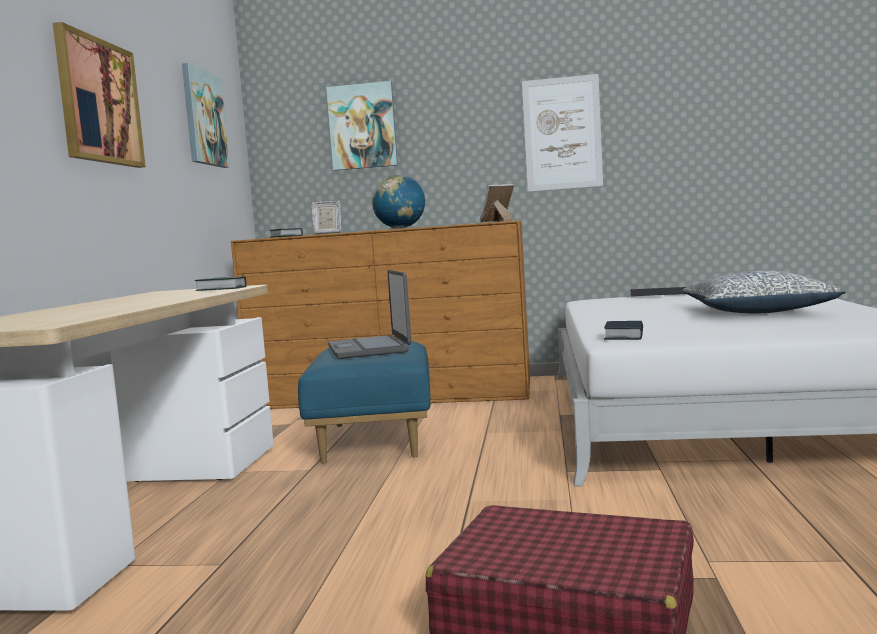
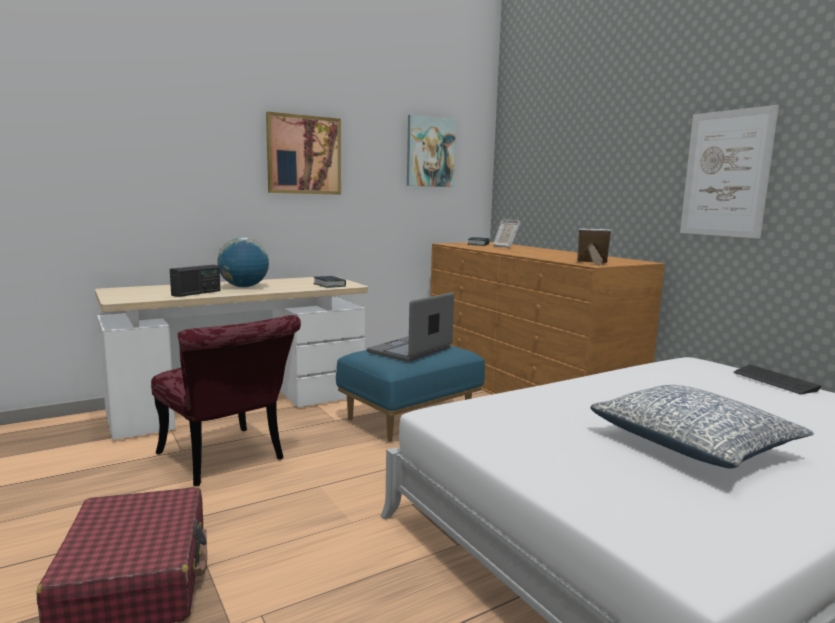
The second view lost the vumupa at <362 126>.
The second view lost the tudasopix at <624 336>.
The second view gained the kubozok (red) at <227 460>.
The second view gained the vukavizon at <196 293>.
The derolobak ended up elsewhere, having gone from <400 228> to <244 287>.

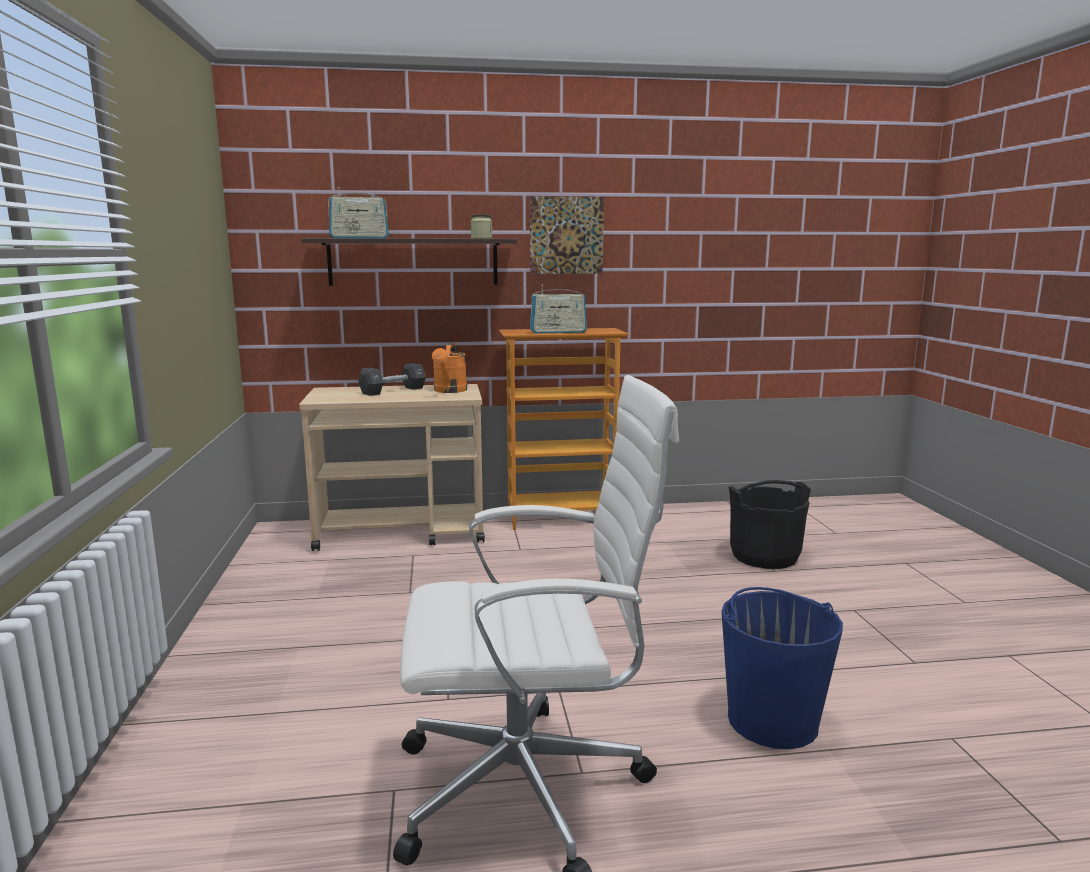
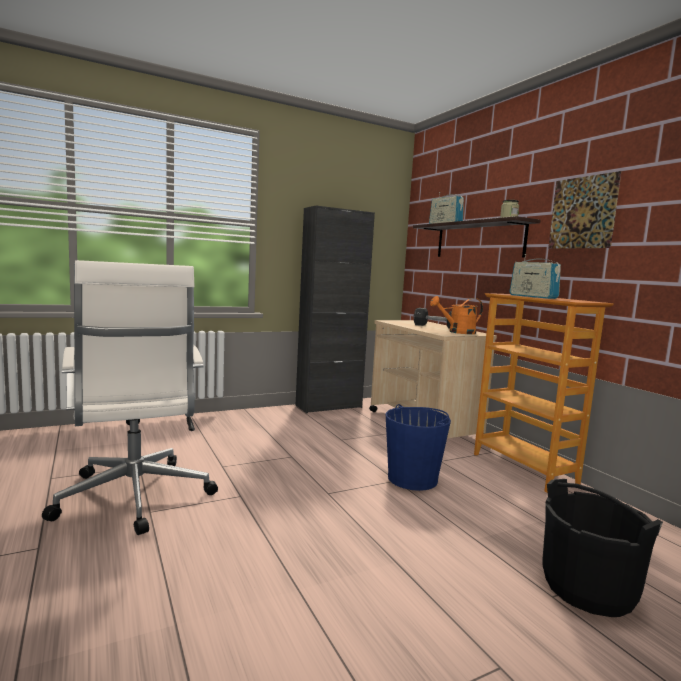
The second view gained the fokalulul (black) at <328 406>.
The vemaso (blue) ended up elsewhere, having gone from <772 720> to <413 479>.

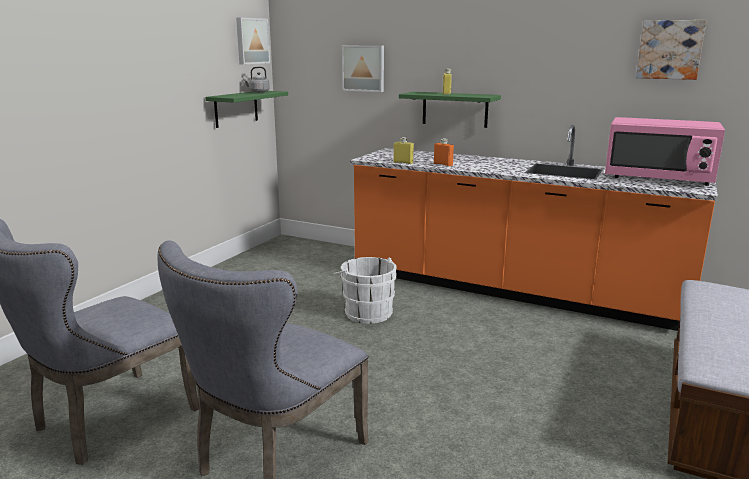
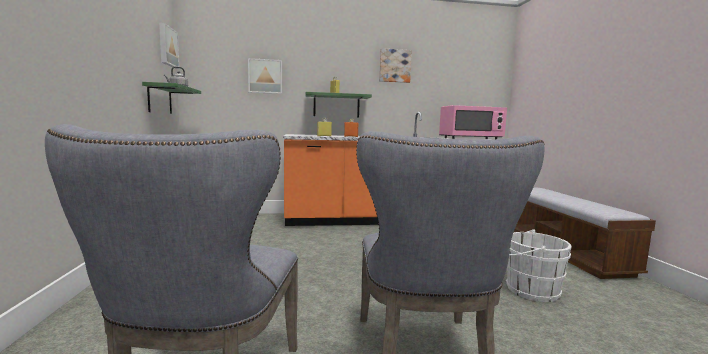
The vemaso (white) ended up elsewhere, having gone from <366 312> to <528 290>.
The vumupa ended up elsewhere, having gone from <670 49> to <394 66>.

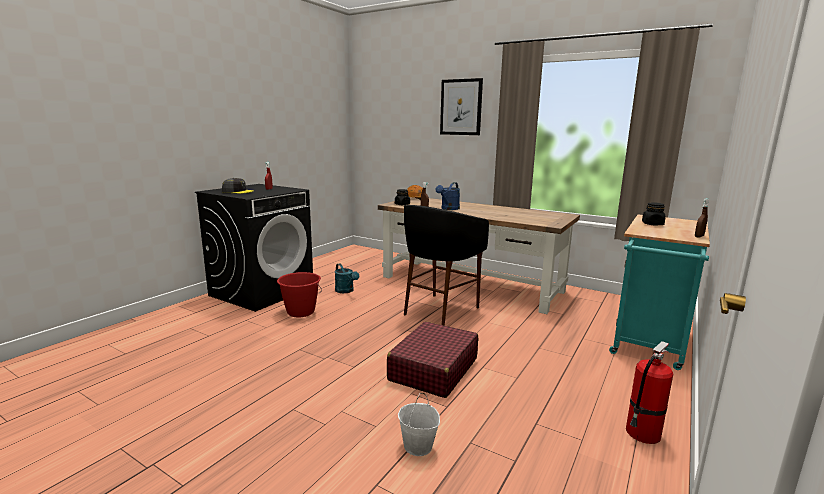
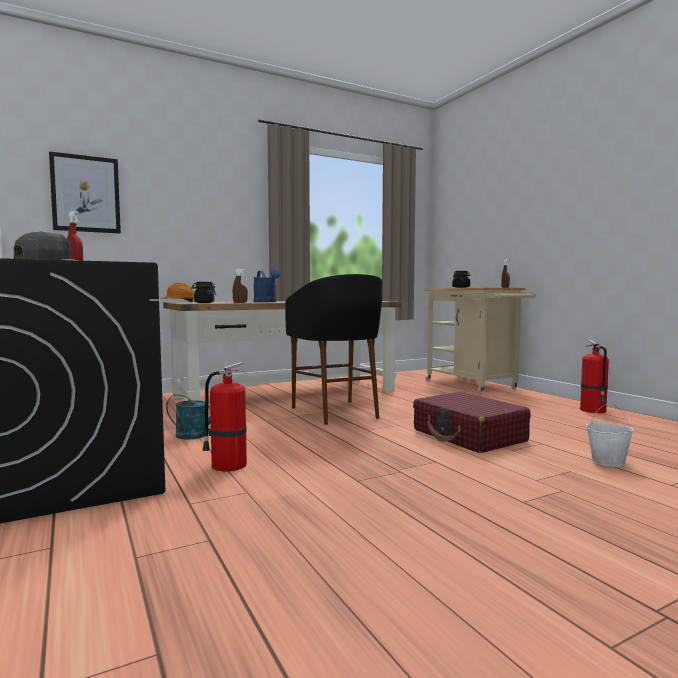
The vumupa ended up elsewhere, having gone from <461 107> to <85 194>.
Where the vemaso (red) stood at <300 312>, the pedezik came to stand at <227 465>.
What was the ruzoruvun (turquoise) at <649 344> turned into the ruzoruvun (beige) at <474 385>.

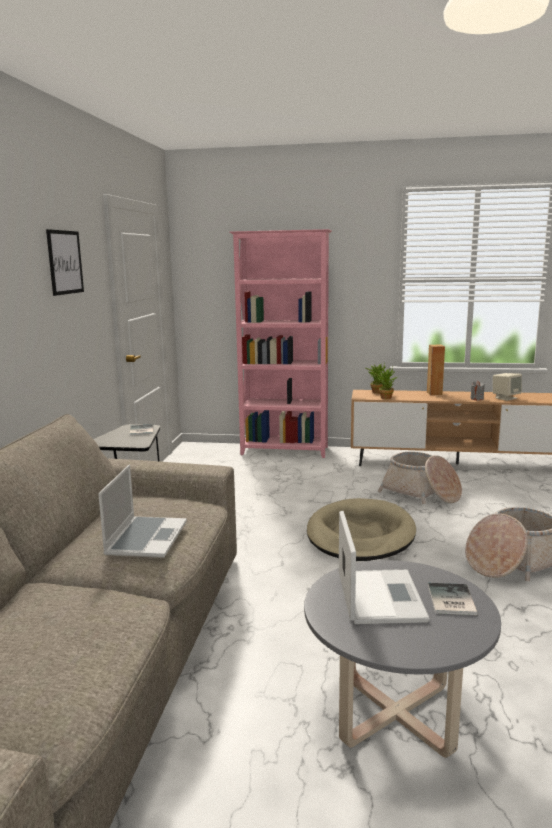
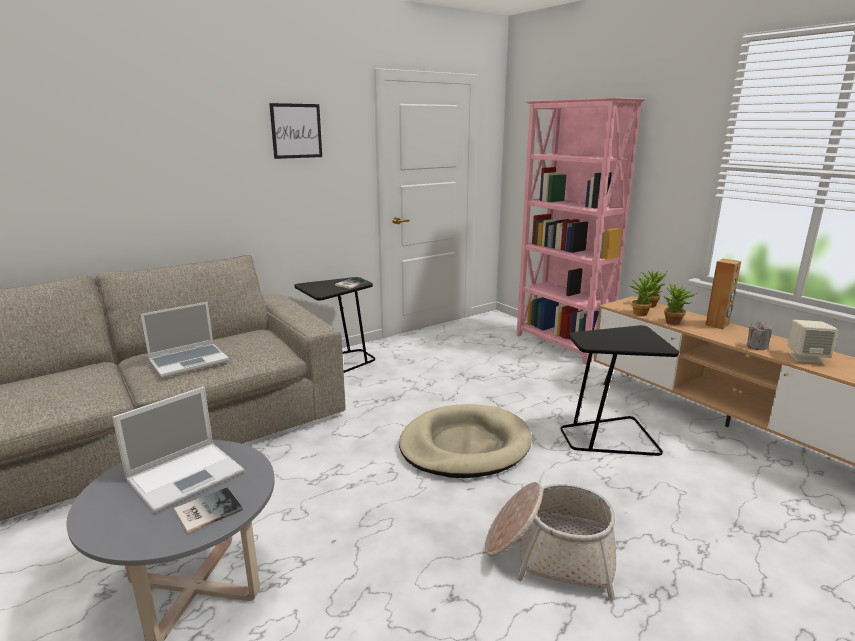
The second view gained the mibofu at <675 323>.
Where the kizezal stood at <421 493>, the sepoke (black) came to stand at <609 437>.

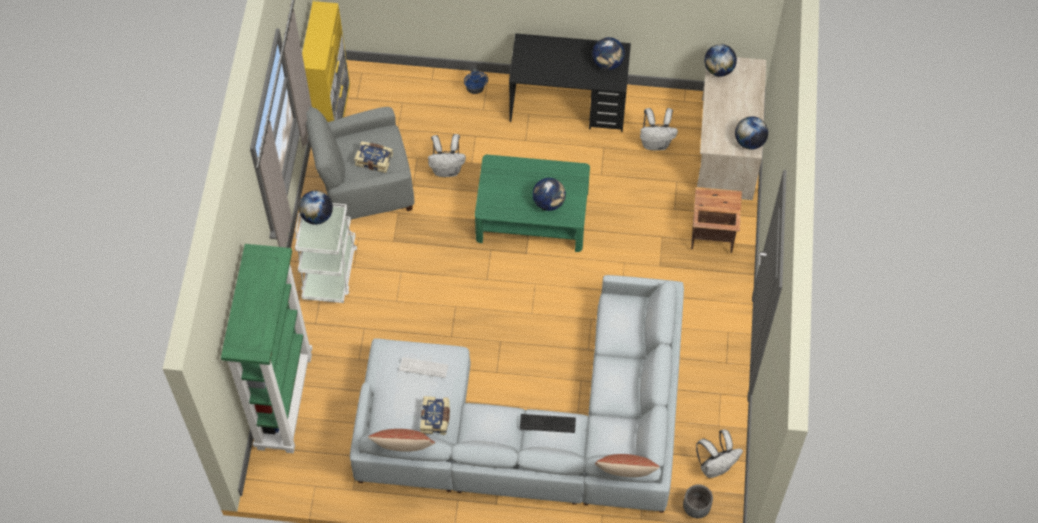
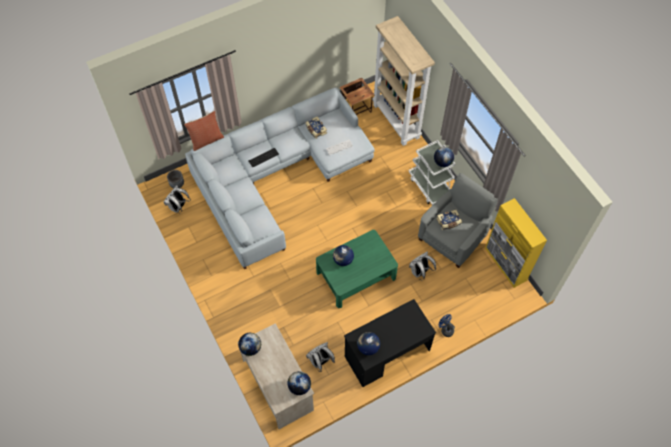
The second view lost the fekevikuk at <403 451>.
The sepoke ended up elsewhere, having gone from <711 236> to <356 109>.
What was the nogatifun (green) at <284 400> turned into the nogatifun (beige) at <397 121>.

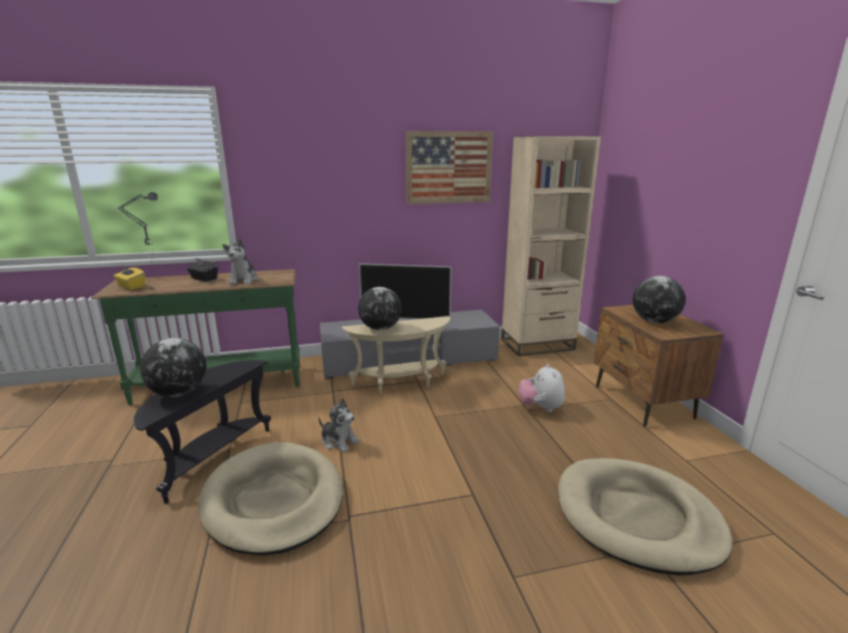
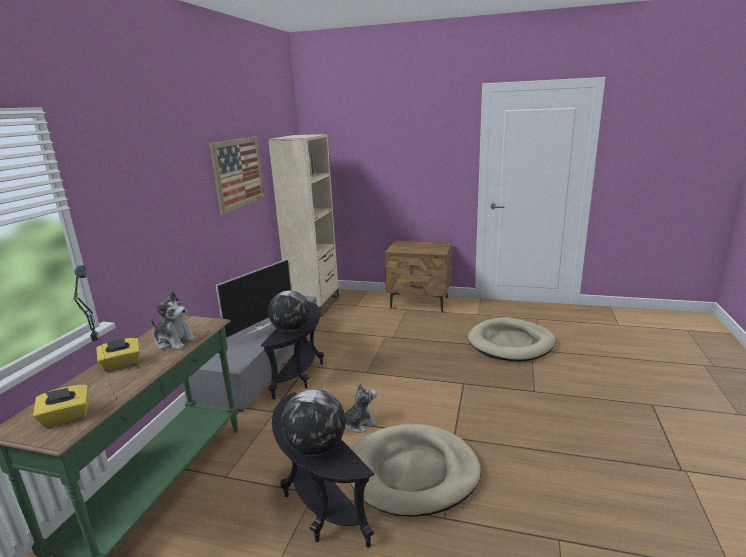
The second view lost the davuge at <540 408>.
The second view lost the derolobak at <654 322>.
What was the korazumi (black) at <204 279> turned into the korazumi (yellow) at <121 364>.
What was the sepoke (beige) at <401 384> turned into the sepoke (black) at <302 374>.

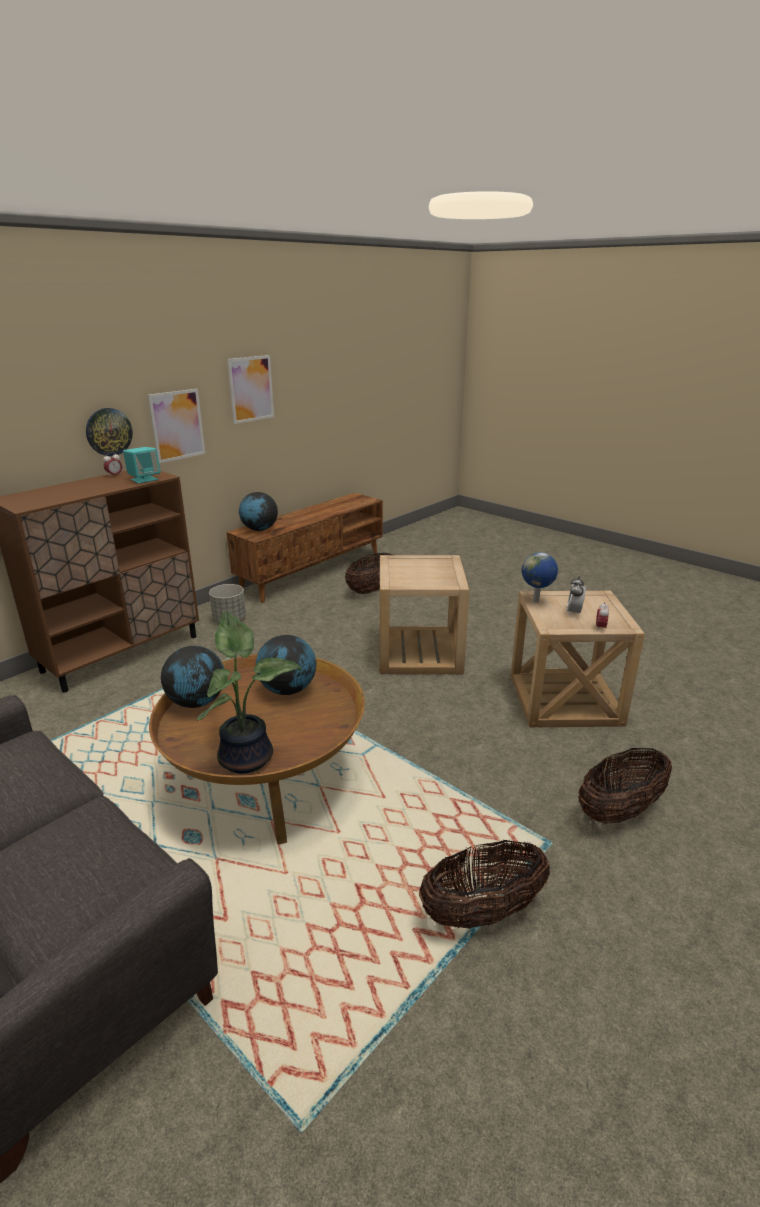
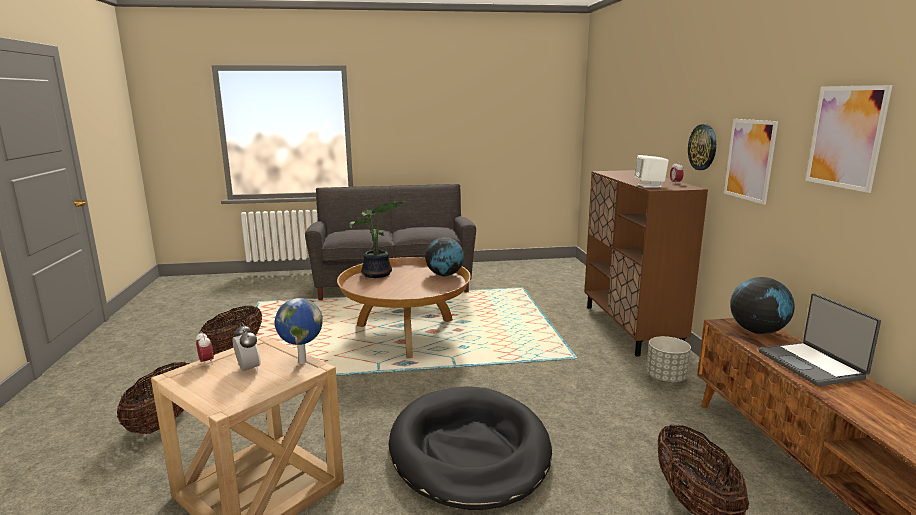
The second view lost the derolobak at <288 690>.
The second view gained the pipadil at <812 365>.
Where the sepoke (beige) stood at <419 652>, the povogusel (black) came to stand at <469 451>.
What was the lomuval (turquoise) at <144 479> turned into the lomuval (white) at <649 186>.

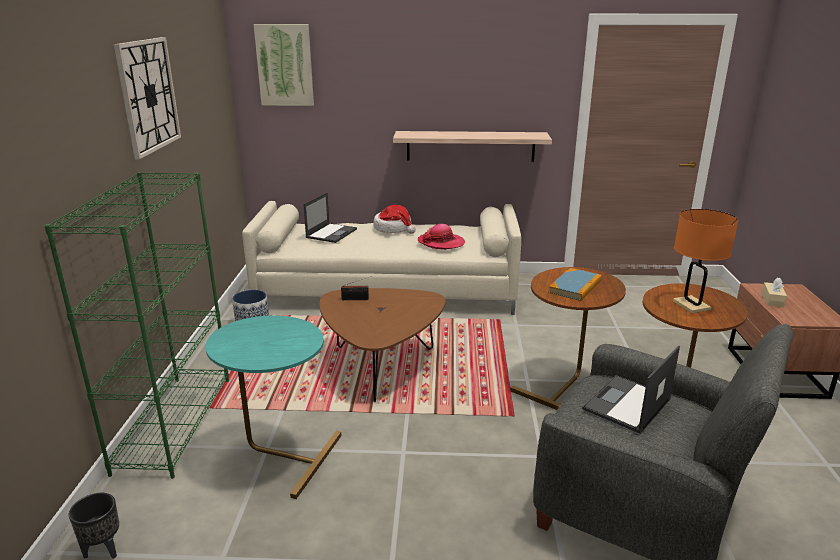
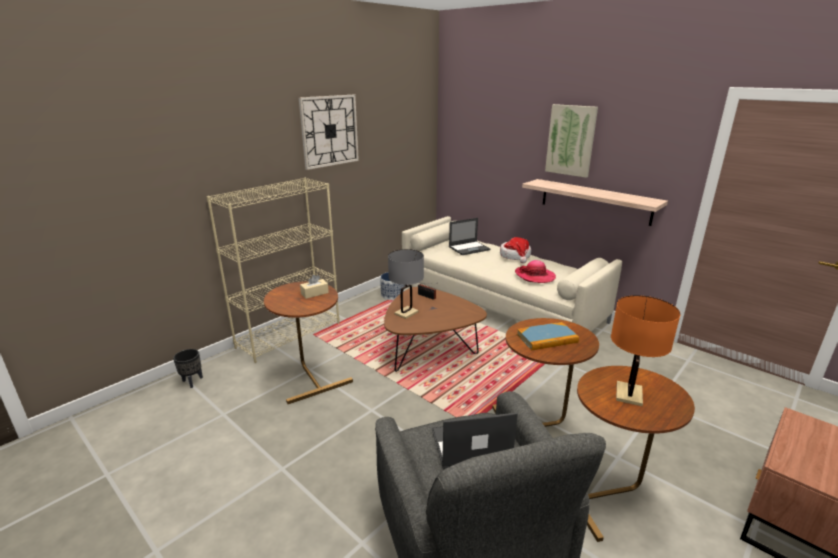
The second view gained the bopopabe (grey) at <406 313>.
The vumupa ended up elsewhere, having gone from <285 65> to <571 140>.
The korazumi (beige) ended up elsewhere, having gone from <772 300> to <314 293>.
What was the nogatifun (green) at <175 423> turned into the nogatifun (beige) at <289 335>.
What was the sepoke (turquoise) at <280 455> turned into the sepoke (brown) at <310 376>.

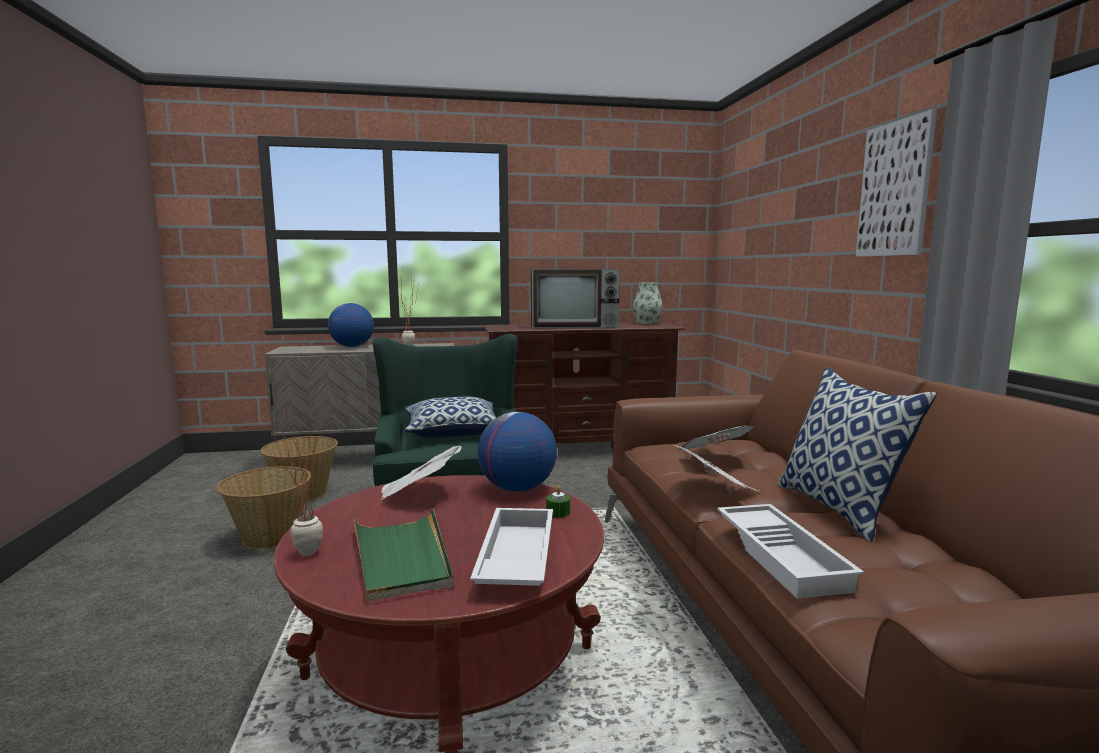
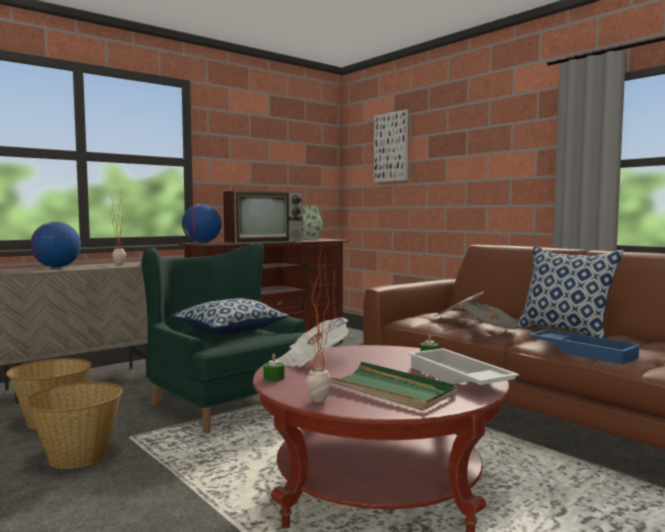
The second view gained the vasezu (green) at <274 378>.
The derolobak ended up elsewhere, having gone from <517 489> to <202 242>.
The vumupa ended up elsewhere, having gone from <895 189> to <391 147>.
What was the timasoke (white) at <783 556> turned into the timasoke (blue) at <584 352>.

